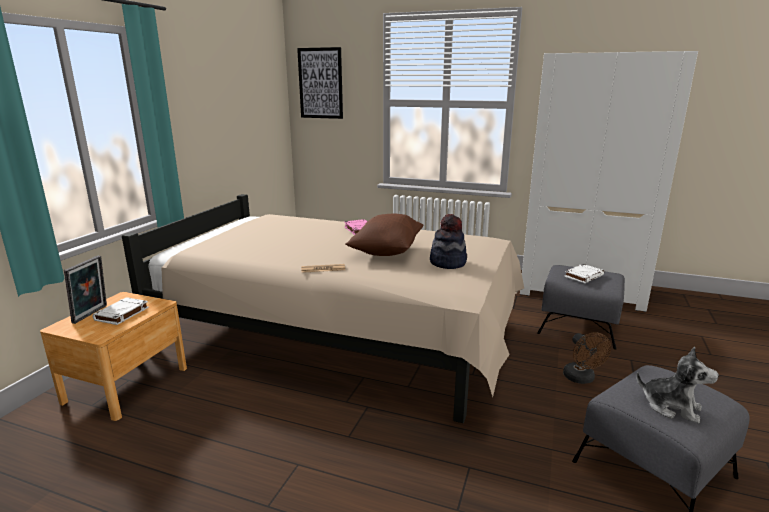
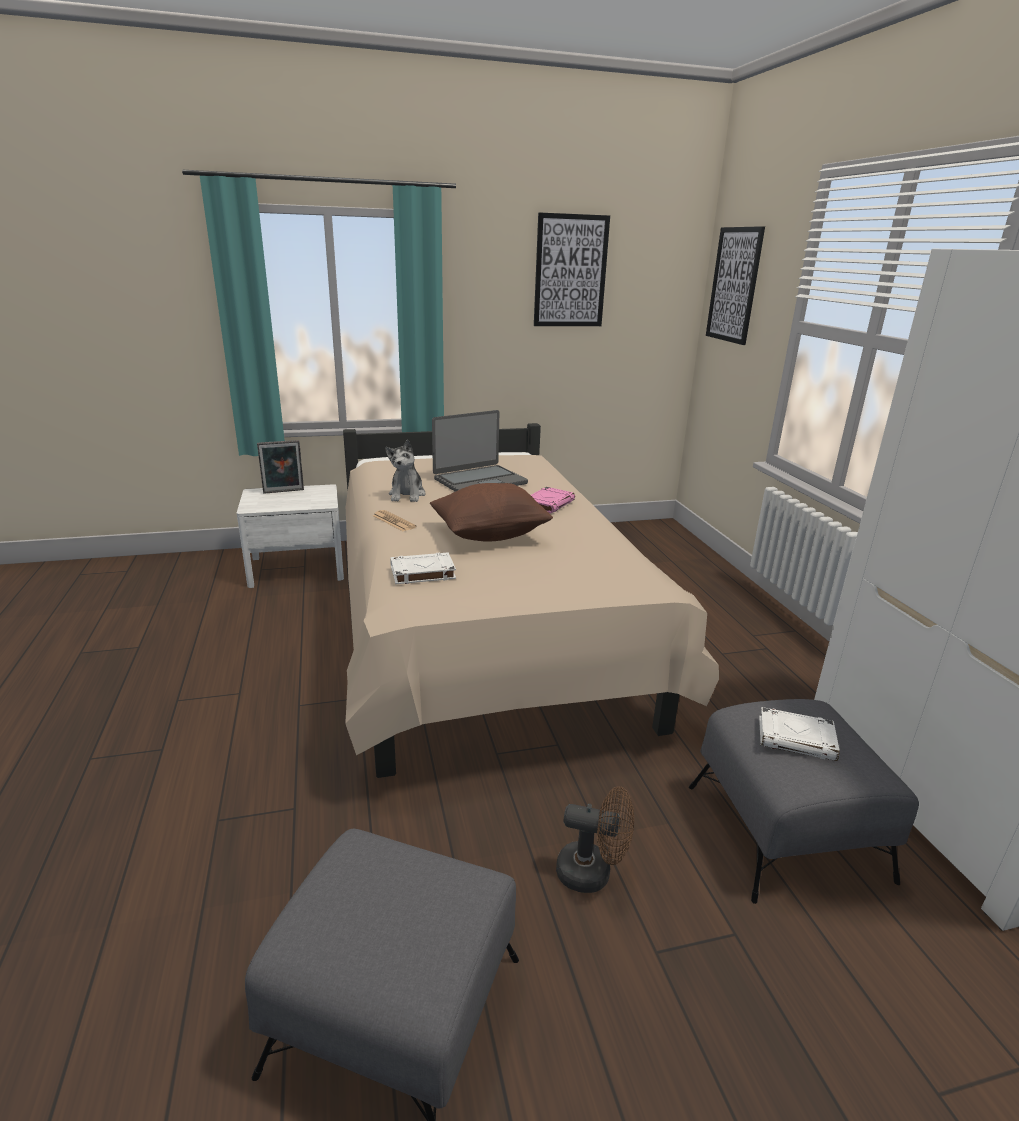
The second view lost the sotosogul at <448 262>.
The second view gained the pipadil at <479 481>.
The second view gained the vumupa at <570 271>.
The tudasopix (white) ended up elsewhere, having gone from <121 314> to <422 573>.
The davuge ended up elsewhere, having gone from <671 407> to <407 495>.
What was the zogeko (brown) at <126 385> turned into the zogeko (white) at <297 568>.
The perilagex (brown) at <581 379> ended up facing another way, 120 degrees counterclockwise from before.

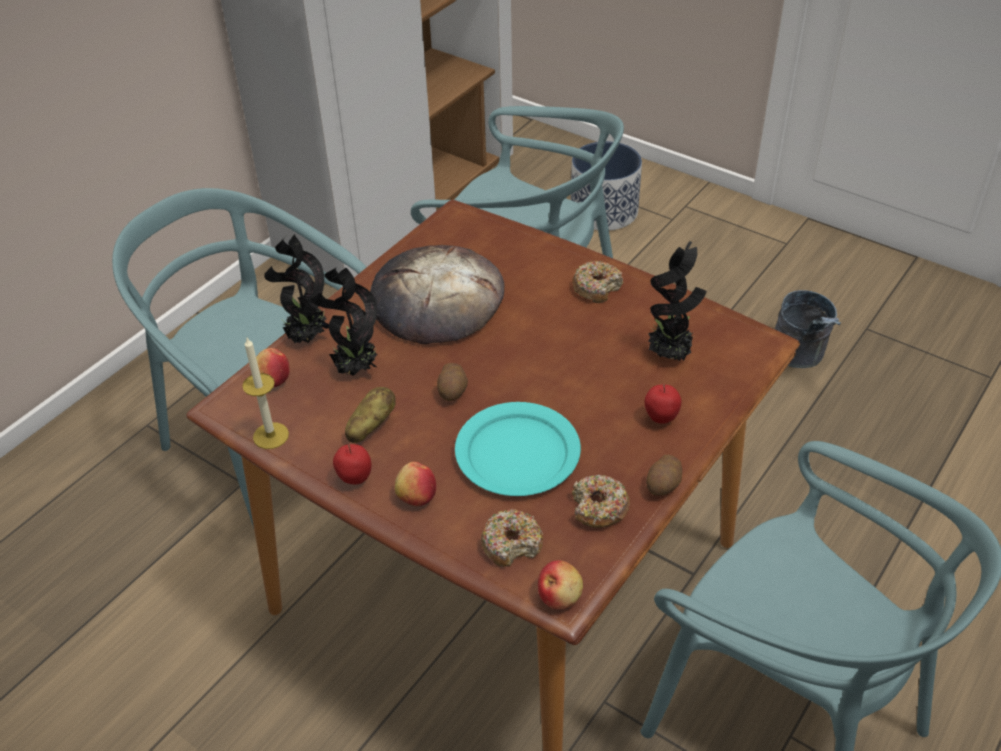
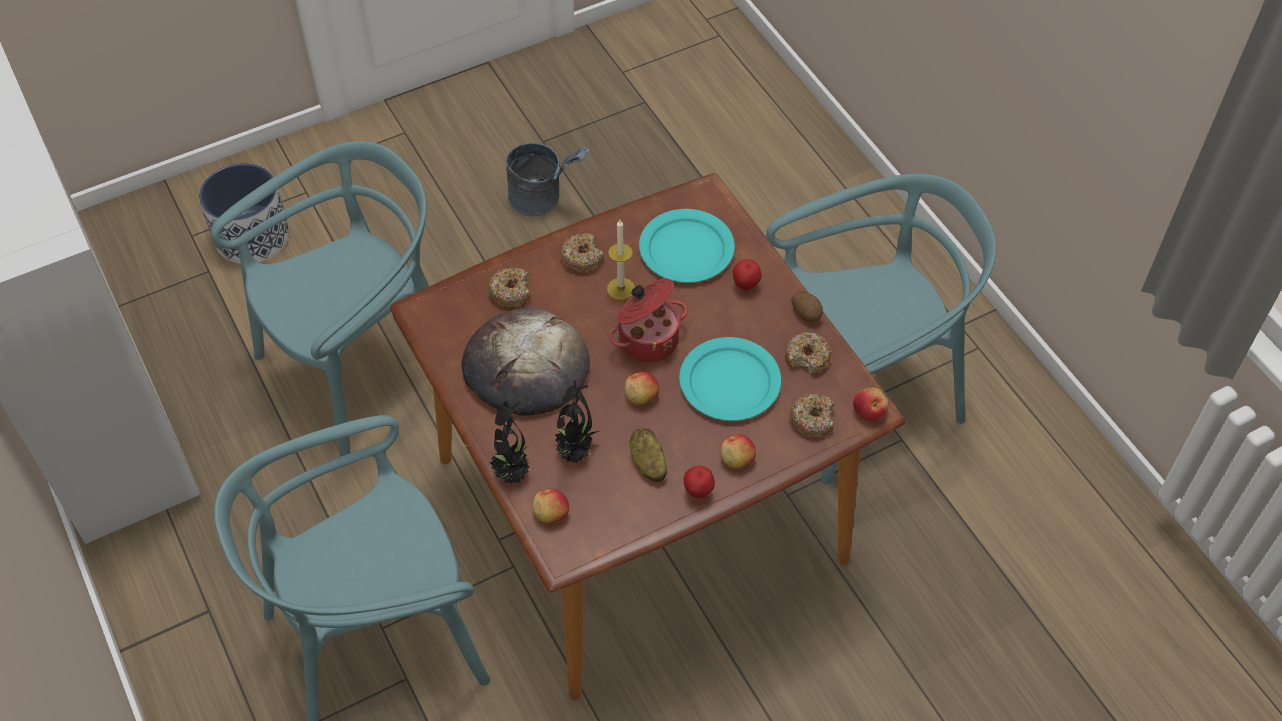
The second view gained the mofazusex at <510 292>.
The second view gained the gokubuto at <647 338>.
The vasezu ended up elsewhere, having gone from <271 435> to <621 289>.
Where the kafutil stood at <453 391>, the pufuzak came to stand at <641 396>.
Where the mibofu stood at <670 355>, the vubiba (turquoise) came to stand at <686 250>.

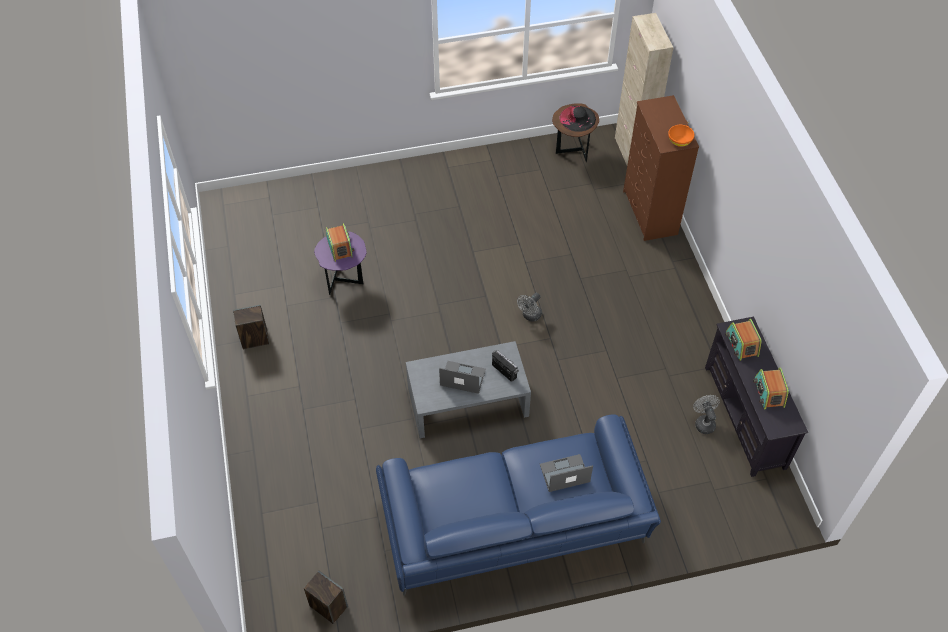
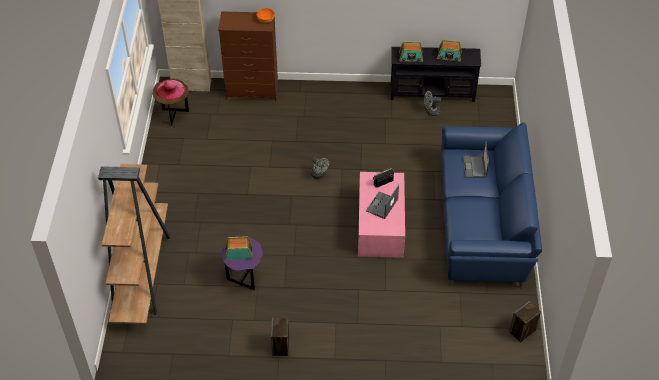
The second view gained the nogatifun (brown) at <142 272>.
What was the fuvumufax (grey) at <468 402> turned into the fuvumufax (pink) at <381 224>.
What was the sotosogul (black) at <577 118> turned into the sotosogul (pink) at <170 90>.

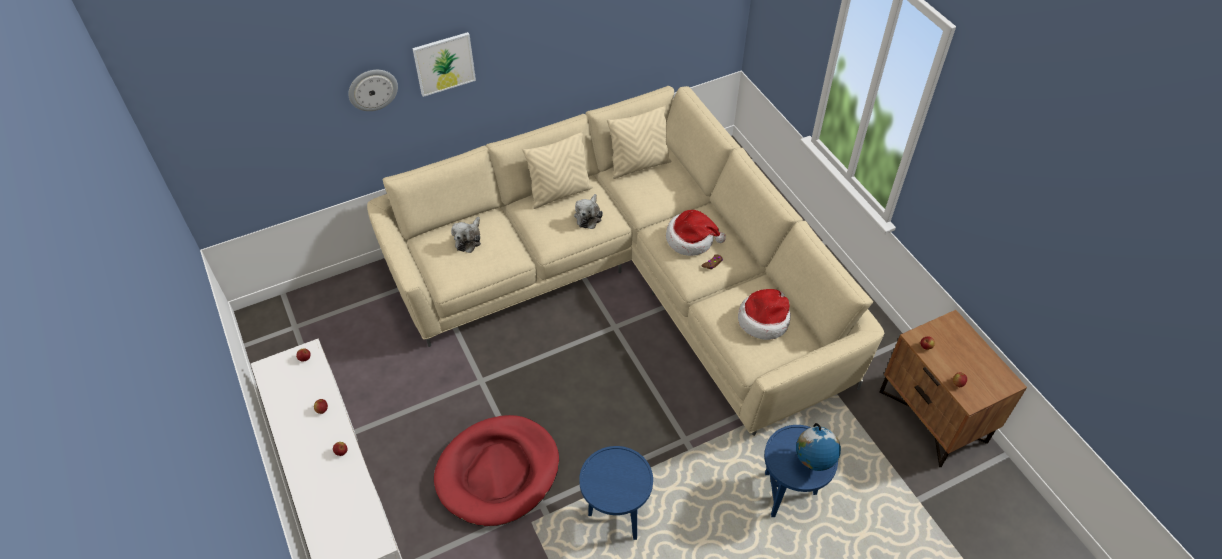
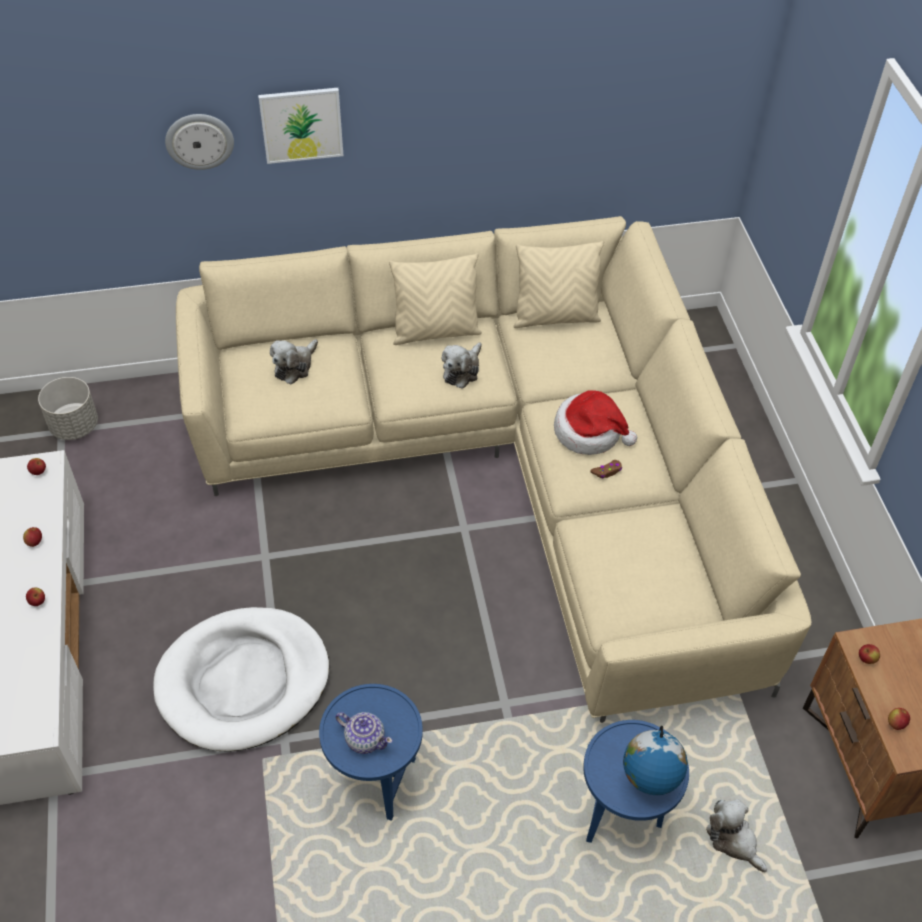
The second view lost the sotosogul at <764 319>.
The second view gained the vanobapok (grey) at <75 426>.
The second view gained the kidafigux at <364 739>.
The second view gained the davuge at <733 840>.
What was the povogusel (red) at <498 472> turned into the povogusel (white) at <243 681>.

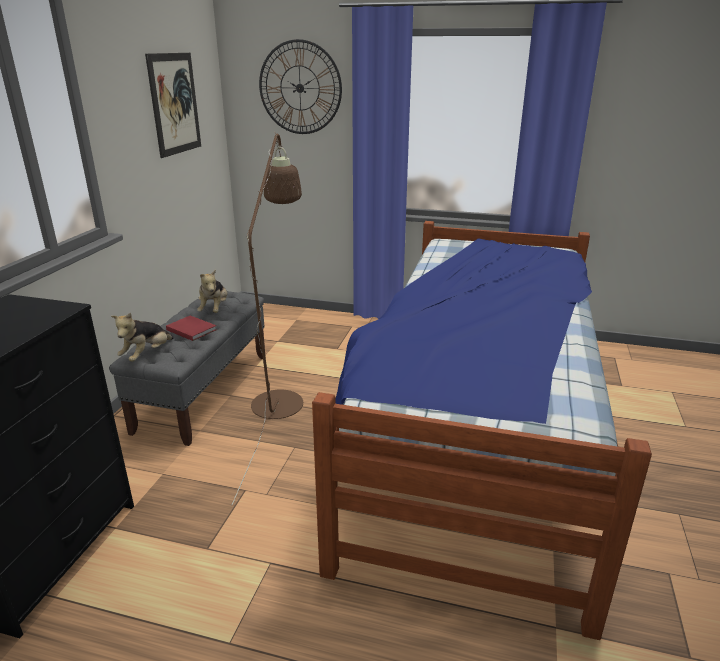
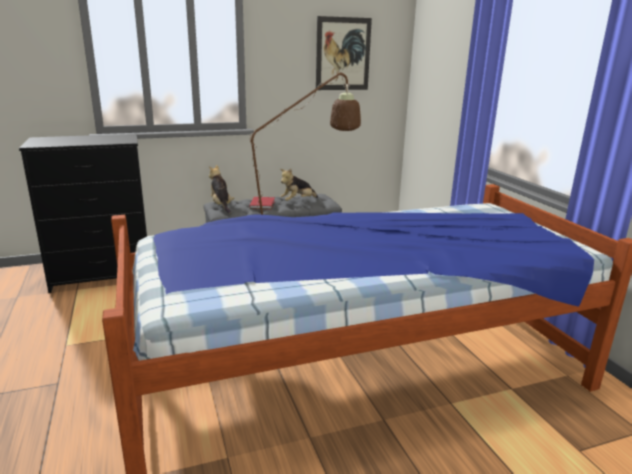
The second view lost the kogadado at <300 88>.
The davuge at <147 355> ended up facing another way, 75 degrees clockwise from before.

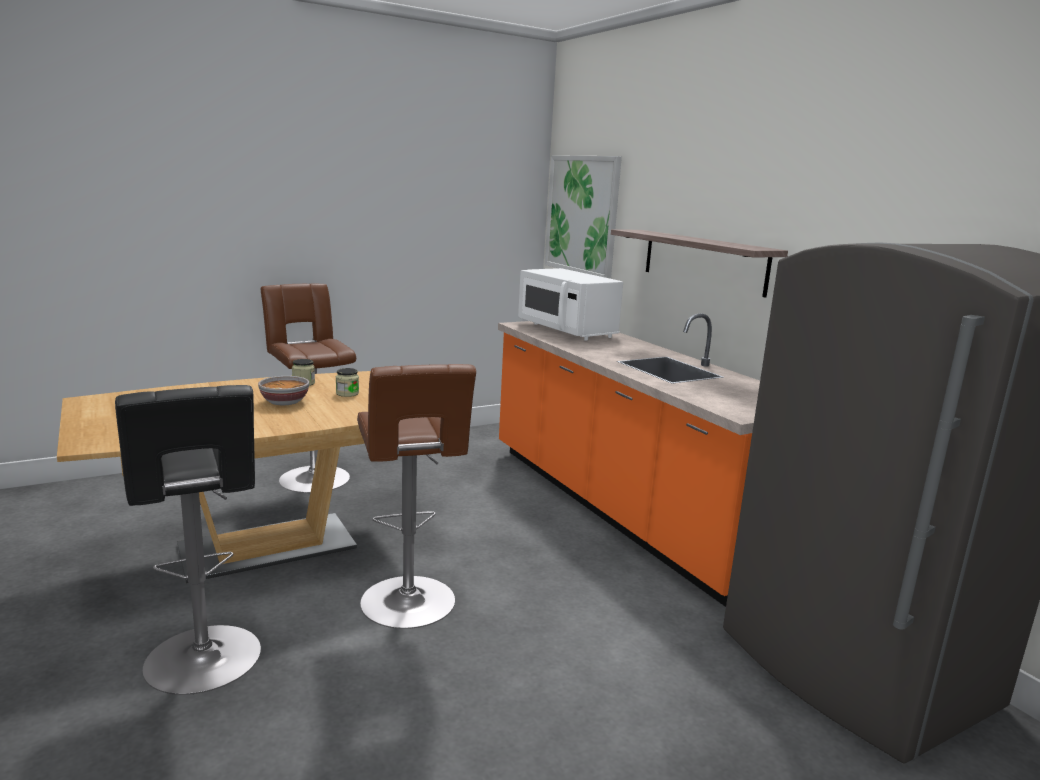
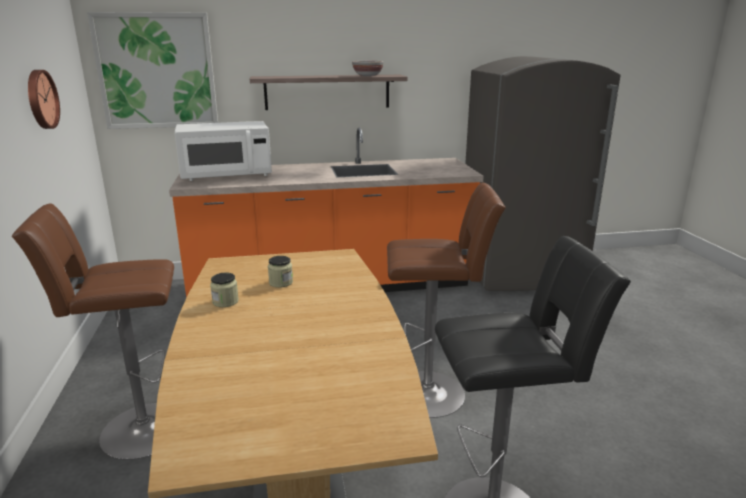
The second view gained the kogadado at <40 99>.
The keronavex ended up elsewhere, having gone from <284 402> to <367 75>.

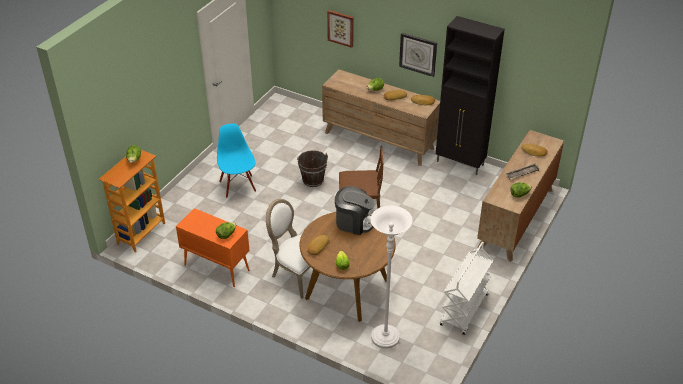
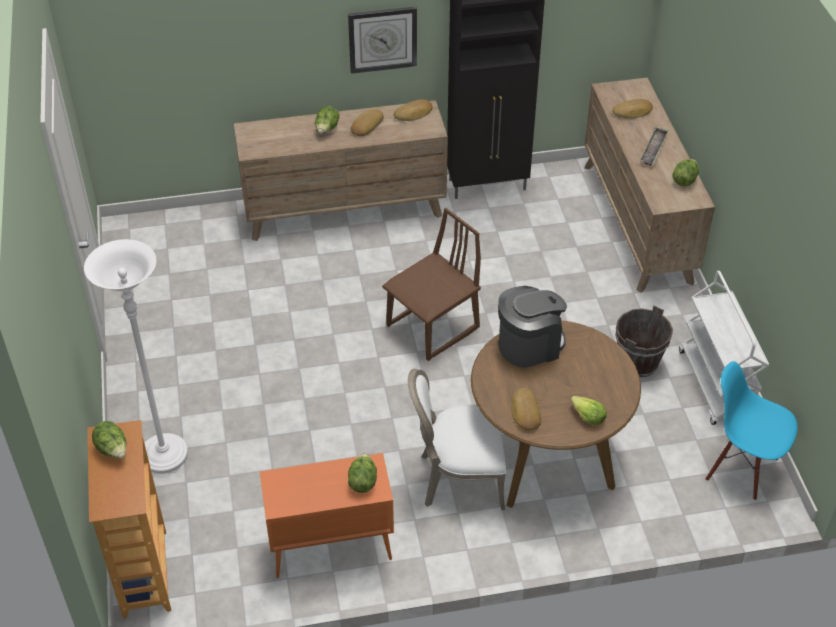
The second view lost the vumupa at <341 28>.
The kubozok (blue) ended up elsewhere, having gone from <238 186> to <741 468>.
The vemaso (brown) ended up elsewhere, having gone from <313 180> to <638 363>.
The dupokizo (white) ended up elsewhere, having gone from <385 338> to <164 455>.

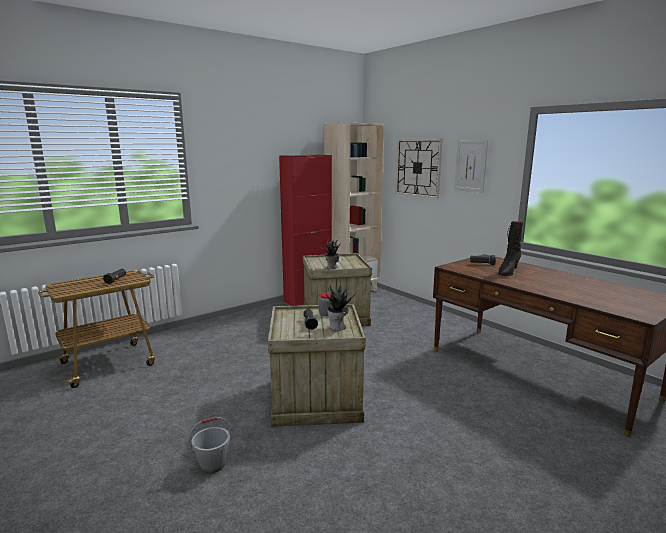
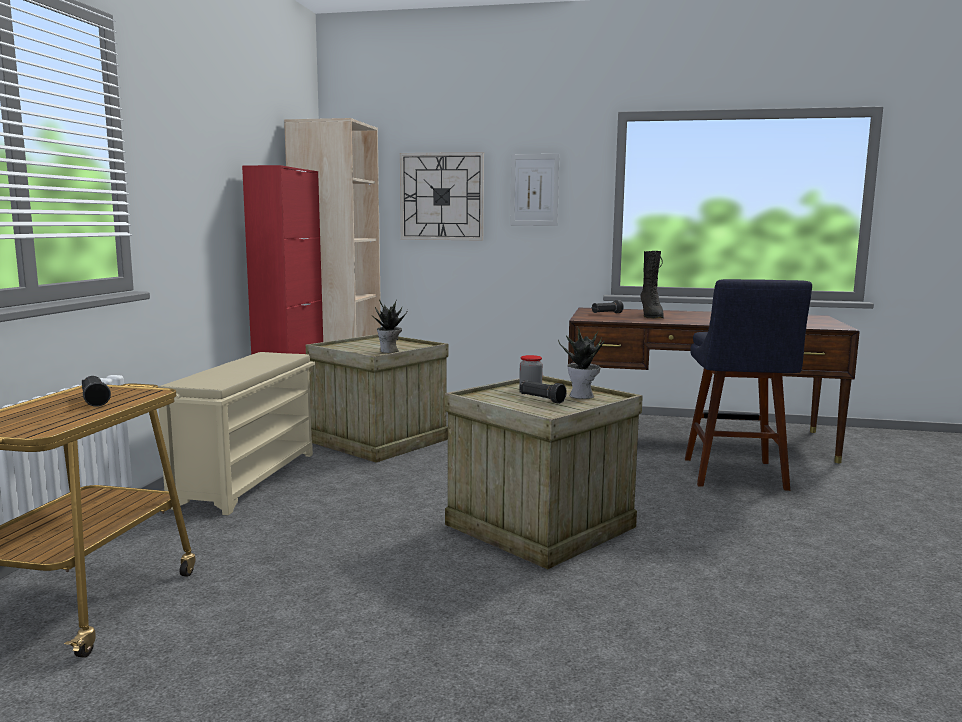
The second view lost the vemaso (grey) at <213 464>.
The second view gained the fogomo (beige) at <246 478>.
The second view gained the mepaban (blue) at <735 476>.

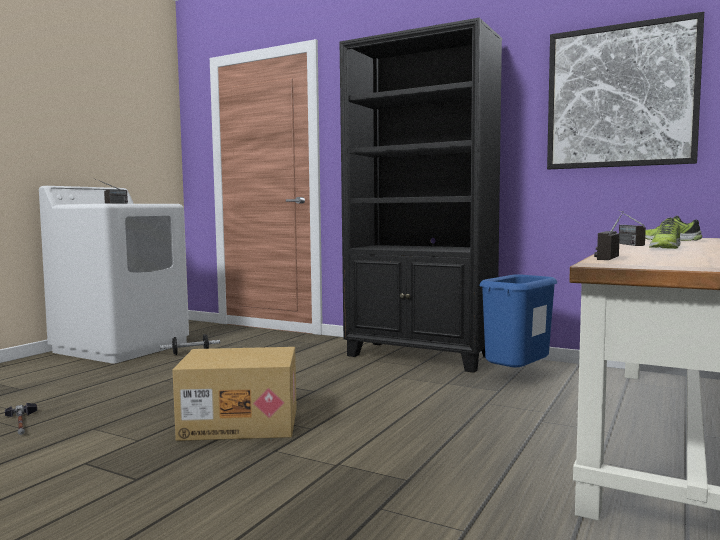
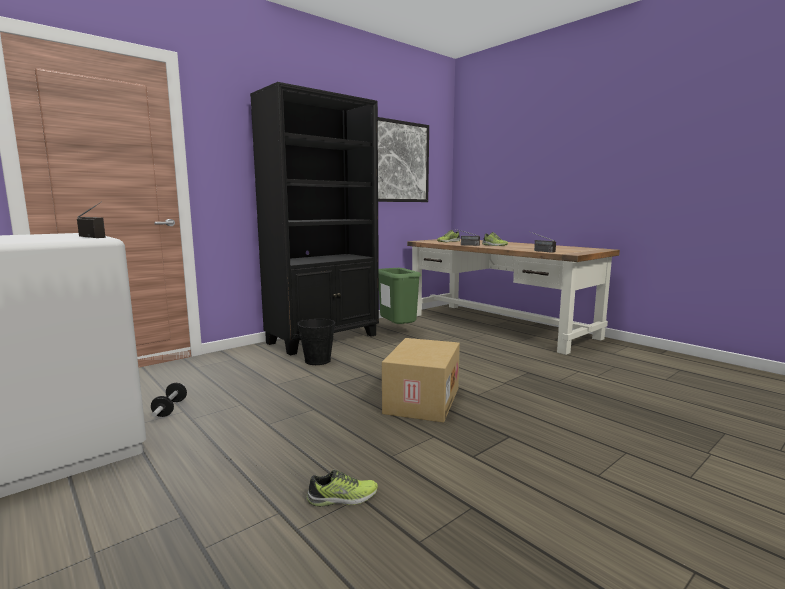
The second view gained the vemaso (black) at <317 360>.
Where the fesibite stood at <22 423>, the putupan came to stand at <342 498>.
What was the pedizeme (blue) at <516 378> turned into the pedizeme (green) at <397 330>.

